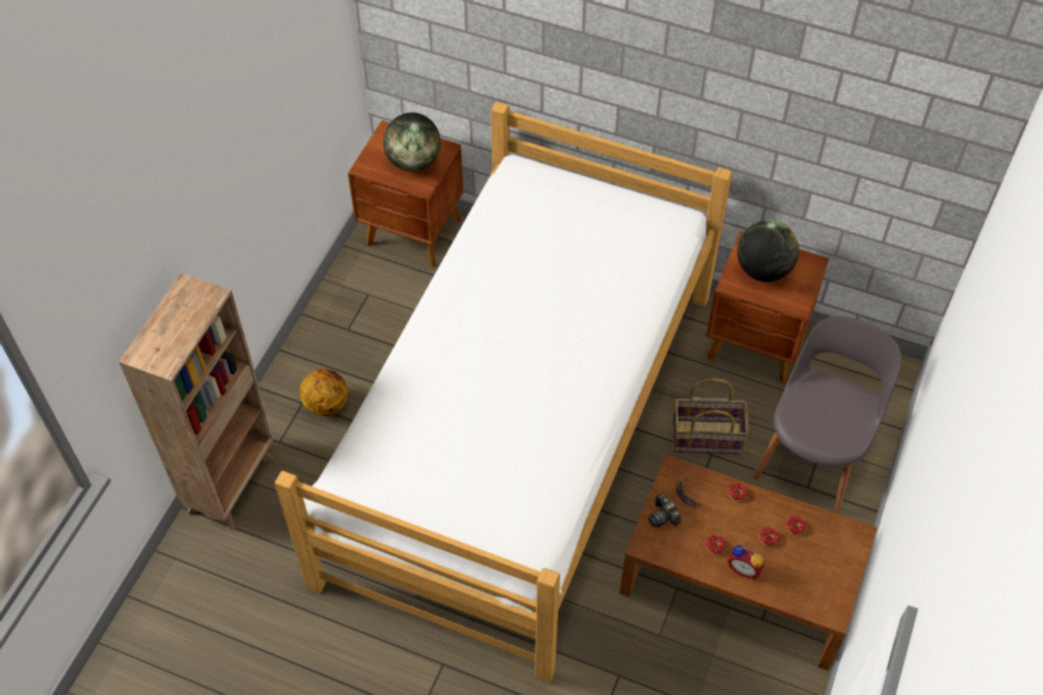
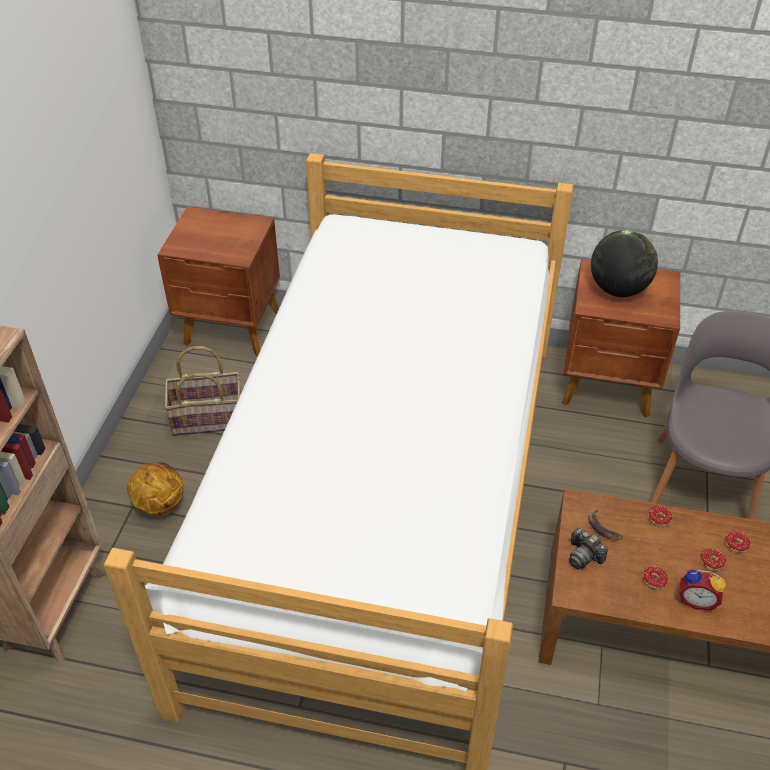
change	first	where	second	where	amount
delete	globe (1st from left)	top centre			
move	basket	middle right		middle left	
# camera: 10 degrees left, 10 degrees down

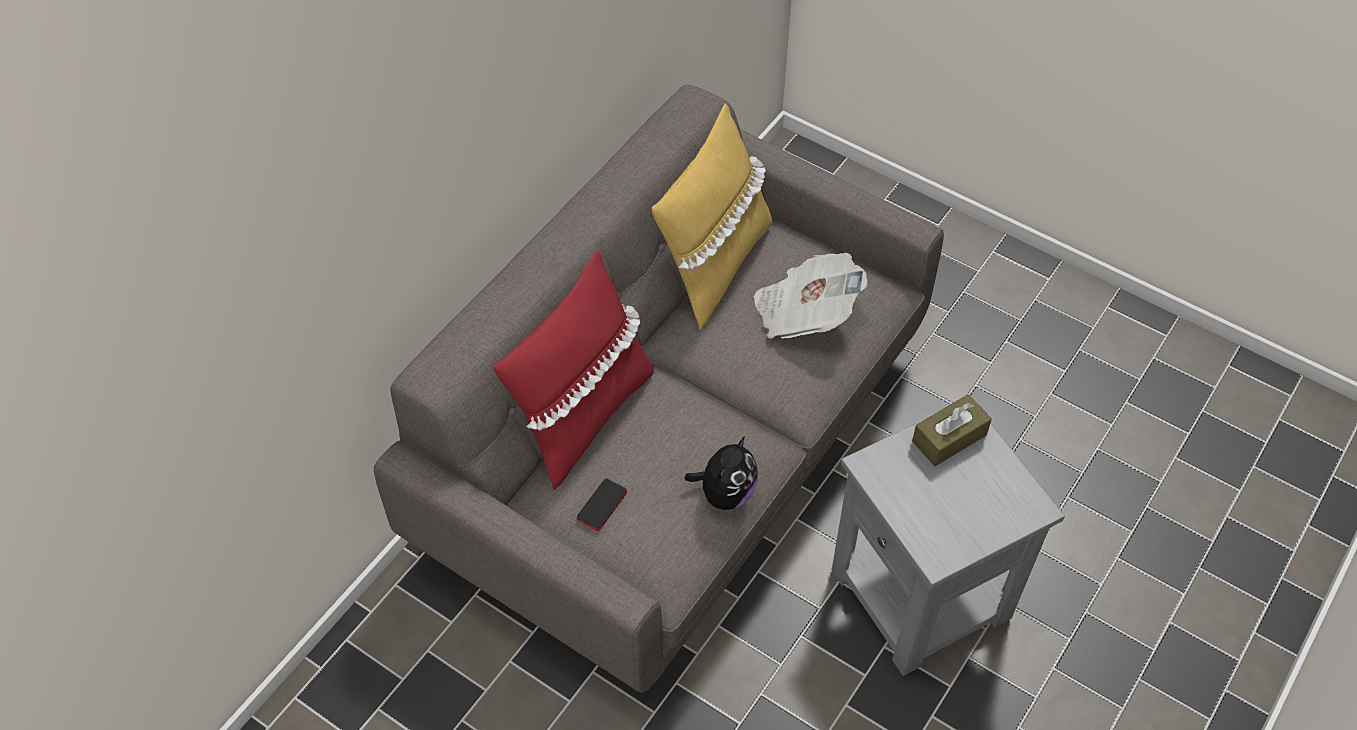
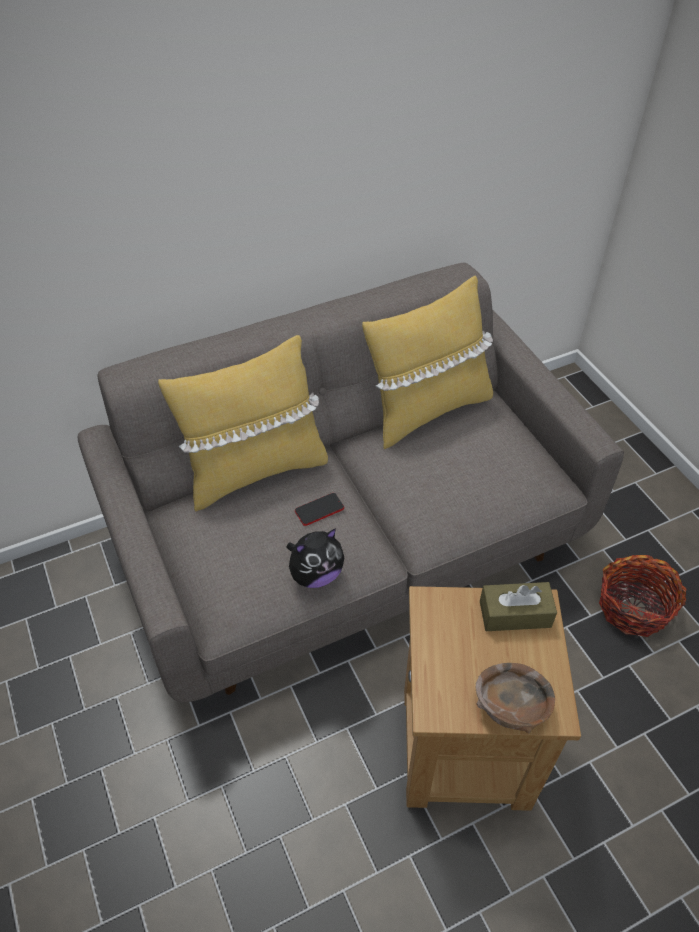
change	first	where	second	where	amount
recolor	red pillow	centre	yellow pillow (1st from left)	centre	
move	phone	bottom centre		centre	
delete	newspaper	centre			
recolor	grey side table	bottom right	brown side table	bottom right	
insert			brown bowl	bottom right	
insert			basket	middle right	
# camera: 30 degrees right, 5 degrees down

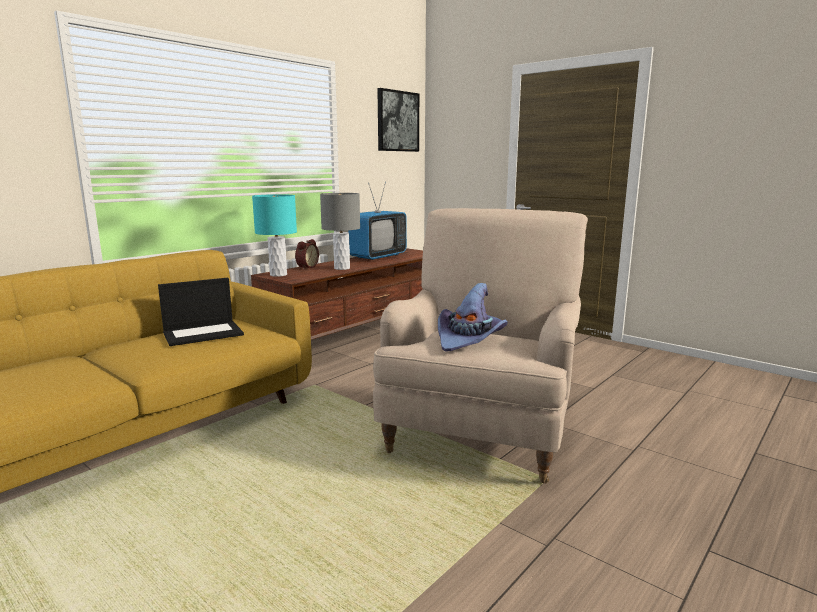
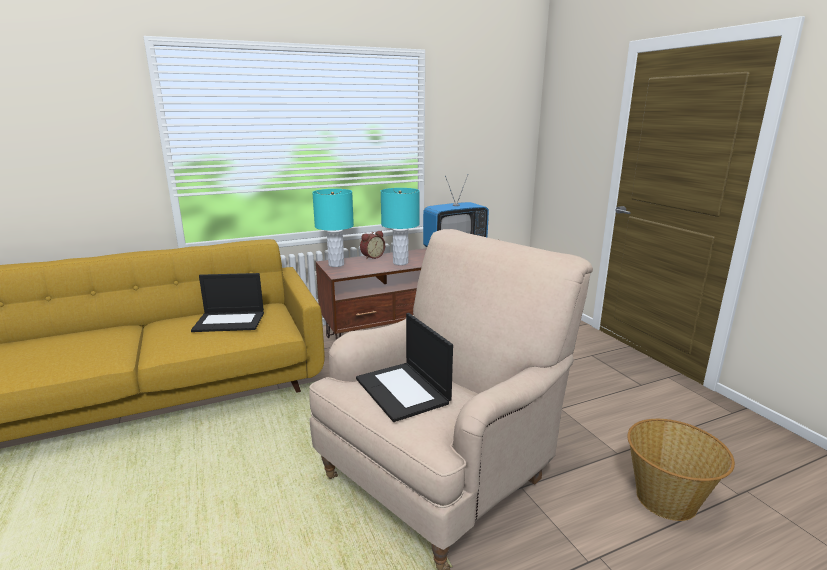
change	first	where	second	where	amount
recolor	grey table lamp	centre	turquoise table lamp (2nd from left)	centre	
delete	picture	top centre			
replace	purple hat	centre	laptop (2nd from left)	centre	
insert			basket	bottom right	
# camera: 25 degrees right, 5 degrees up

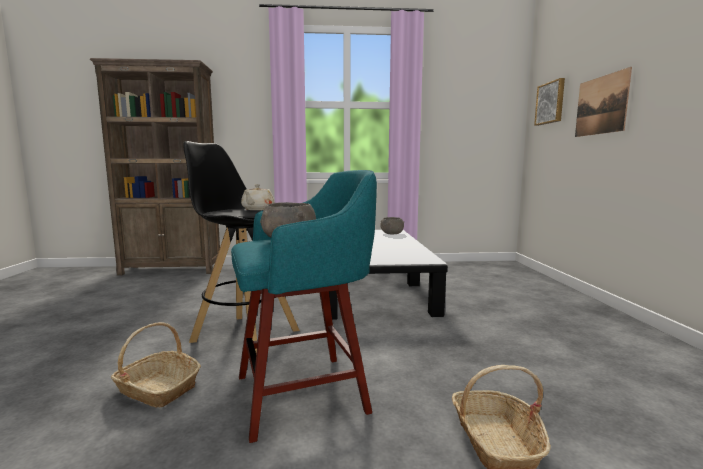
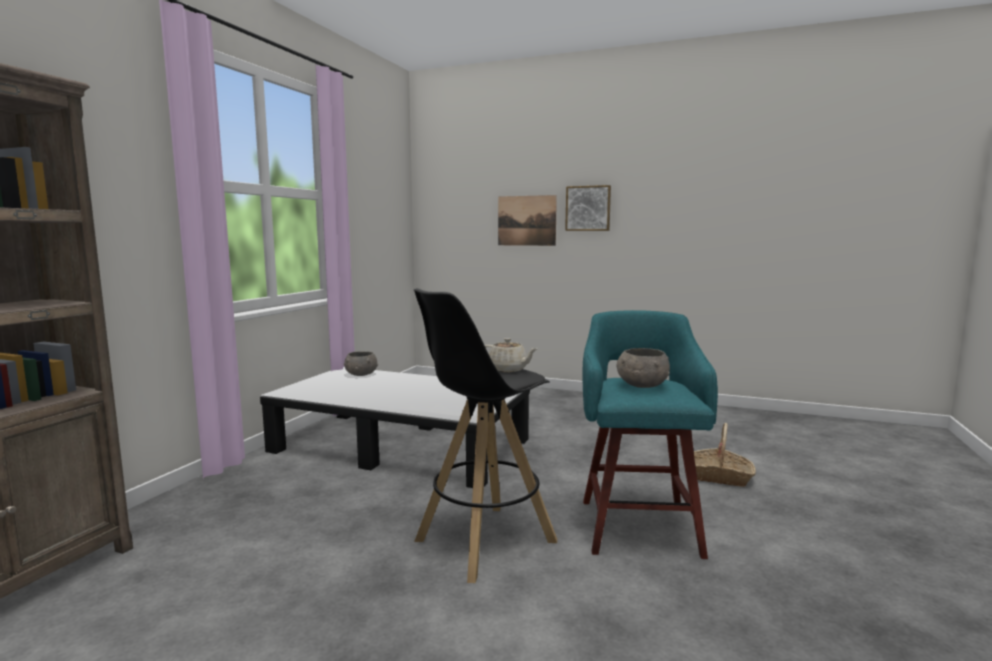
change	first	where	second	where	amount
delete	basket (1st from left)	bottom left			
move	picture (1st from left in the first image)	top right	picture (2nd from left)	top centre	
# camera: 65 degrees left, 0 degrees up

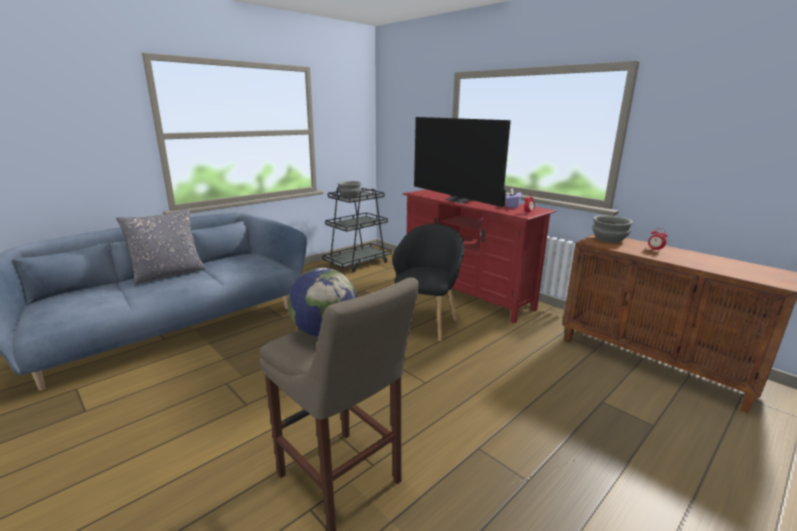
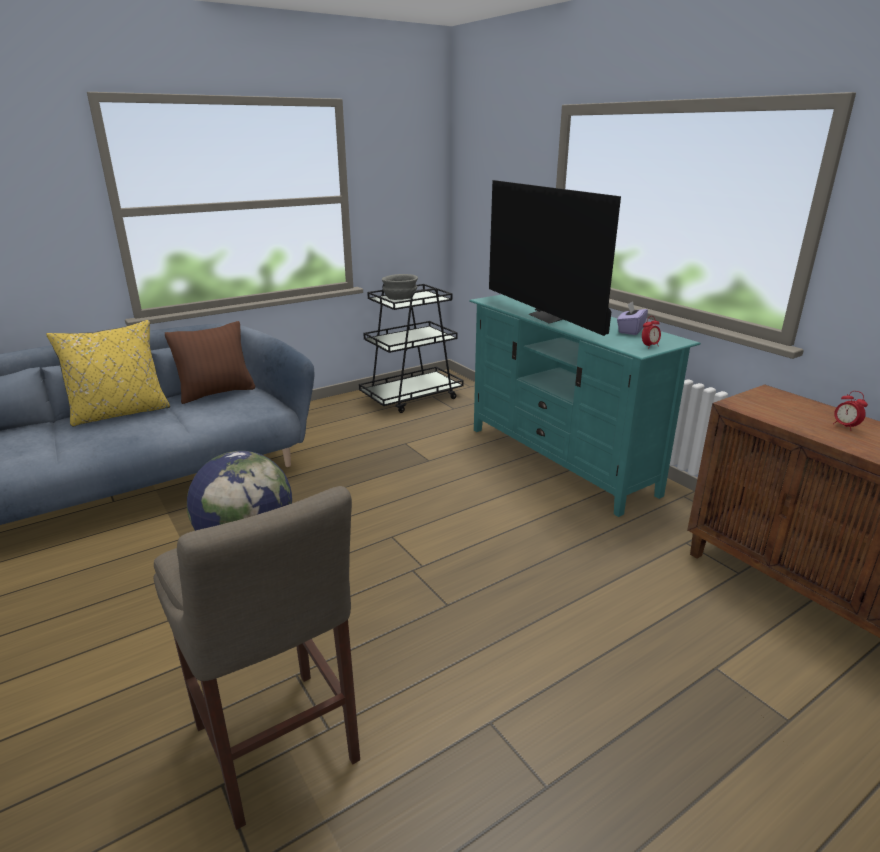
change	first	where	second	where	amount
recolor	grey pillow	middle left	yellow pillow	middle left	
delete	black armchair	centre			
recolor	red tv stand	centre	turquoise tv stand	centre	
delete	grey bowl (2nd from left)	middle right			
insert			brown pillow	middle left	
# camera: 10 degrees right, 5 degrees up

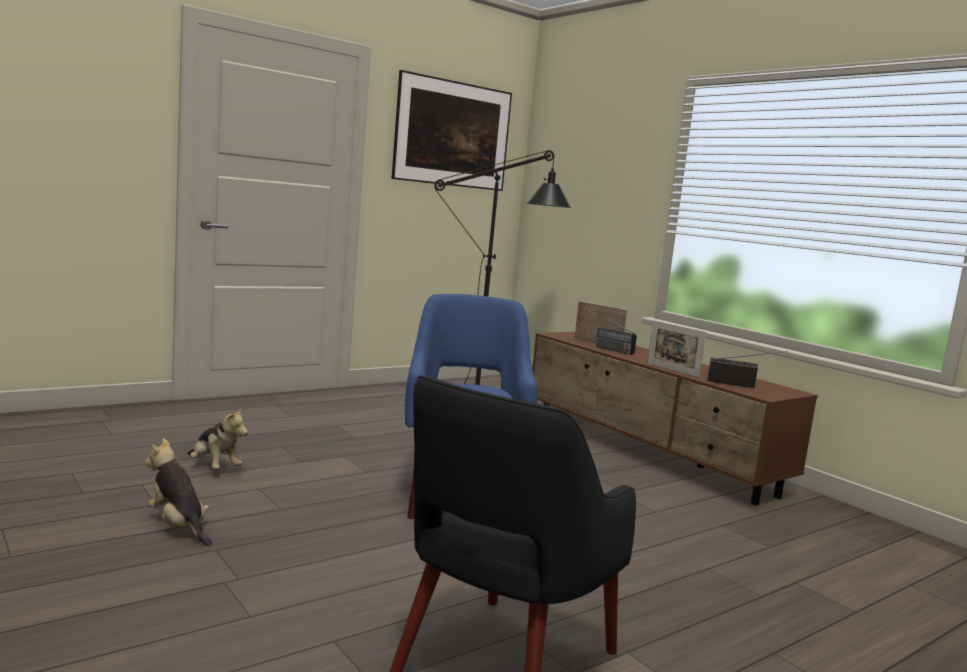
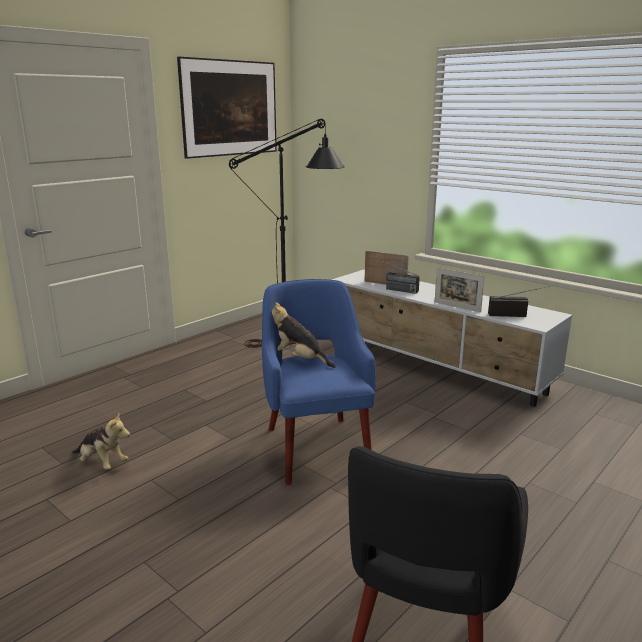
change	first	where	second	where	amount
move	plush toy (1st from left in the first image)	bottom left	plush toy (2nd from left)	centre	
recolor	brown tv stand	middle right	white tv stand	middle right	
# camera: 10 degrees left, 10 degrees up

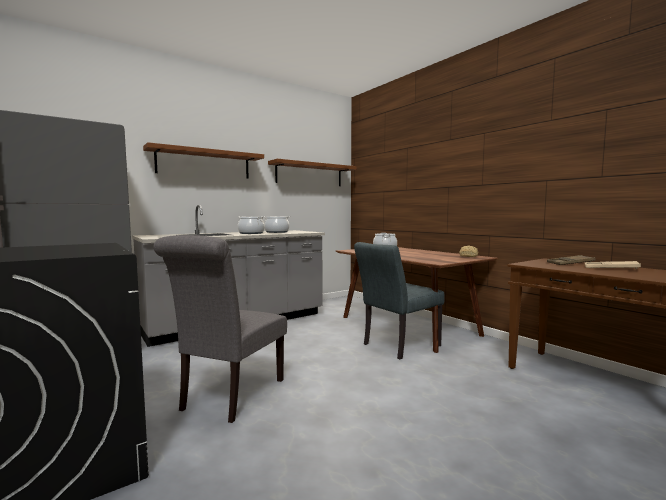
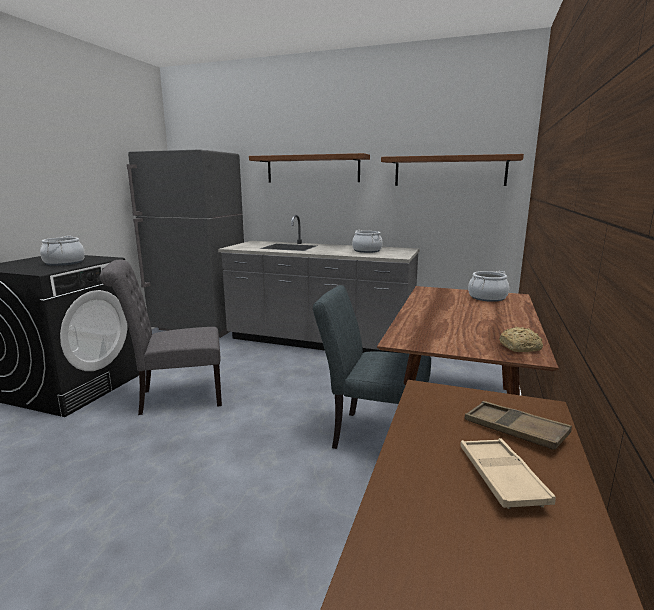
change	first	where	second	where	amount
move	cooking pot (1st from left)	centre		middle left	
# camera: 55 degrees right, 10 degrees up

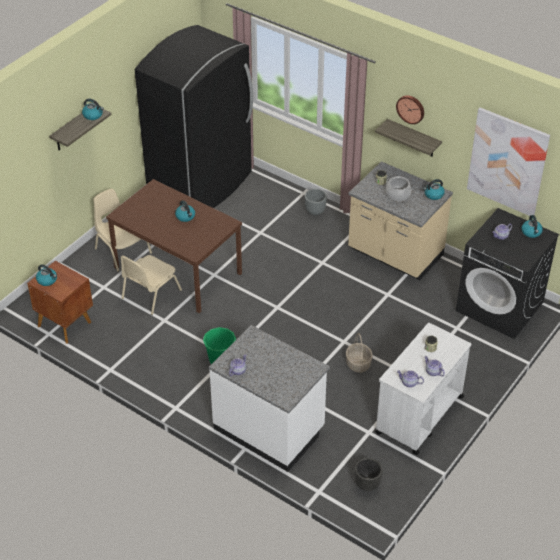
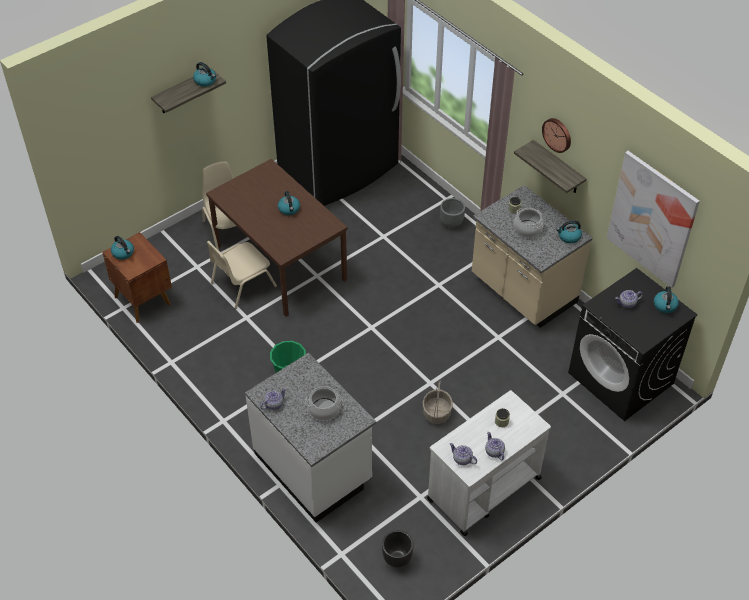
change	first	where	second	where	amount
insert			cooking pot (1st from left)	bottom centre	
# camera: 15 degrees right, 5 degrees up

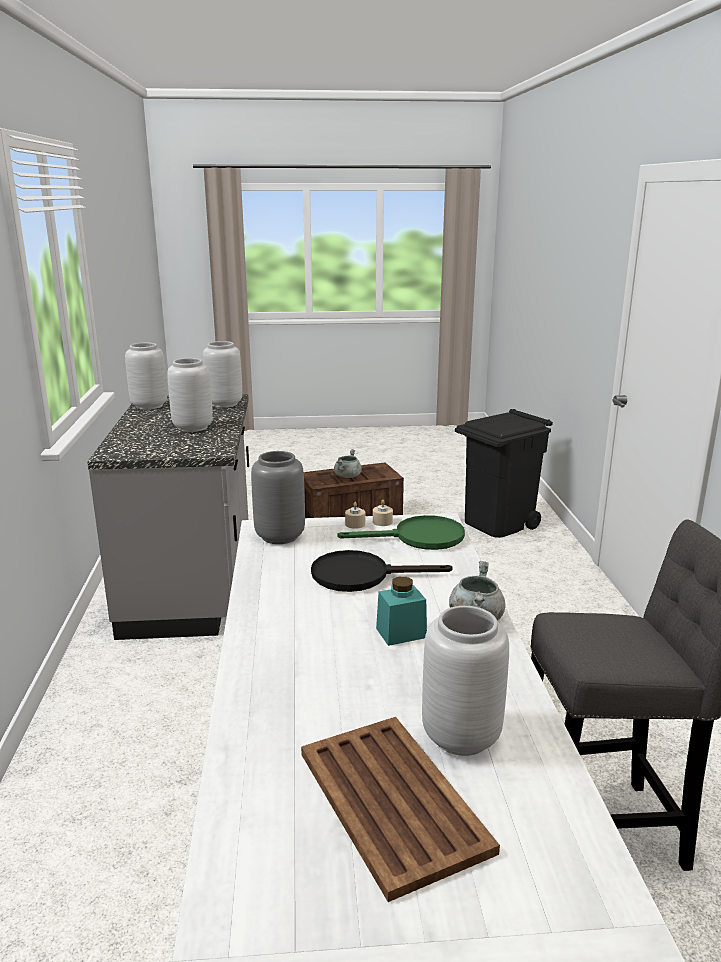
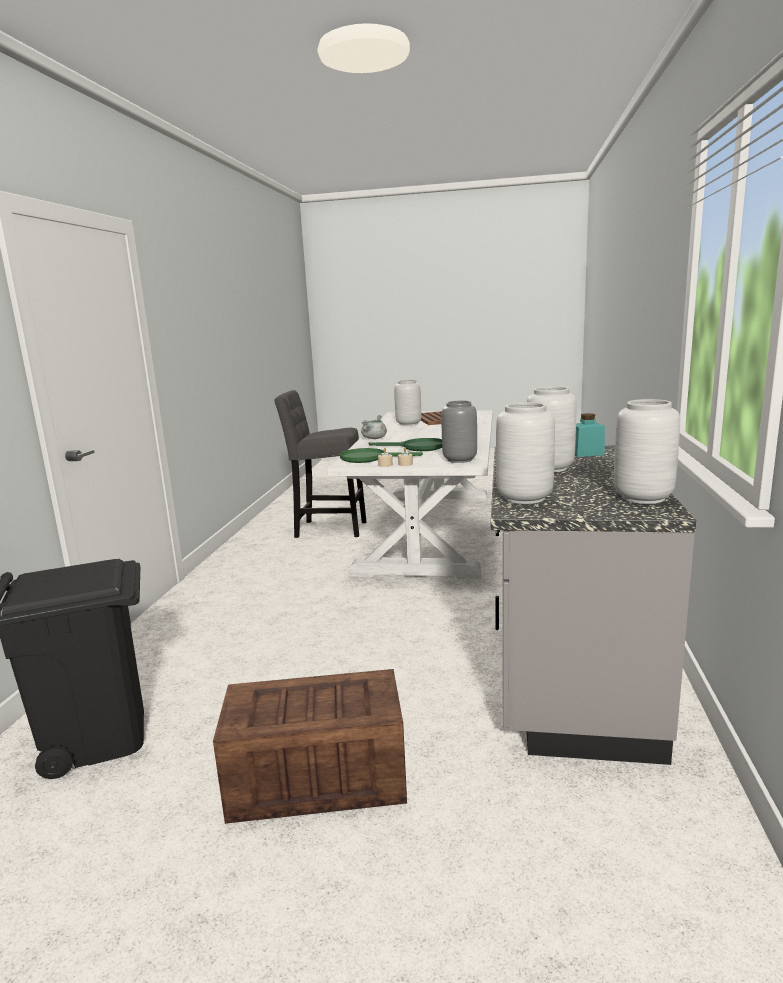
change	first	where	second	where	amount
recolor	black frying pan	centre	green frying pan (2nd from left)	centre	
delete	grey cooking pot (1st from left)	centre			
move	turquoise jar	centre		middle right	
# camera: 165 degrees left, 5 degrees down

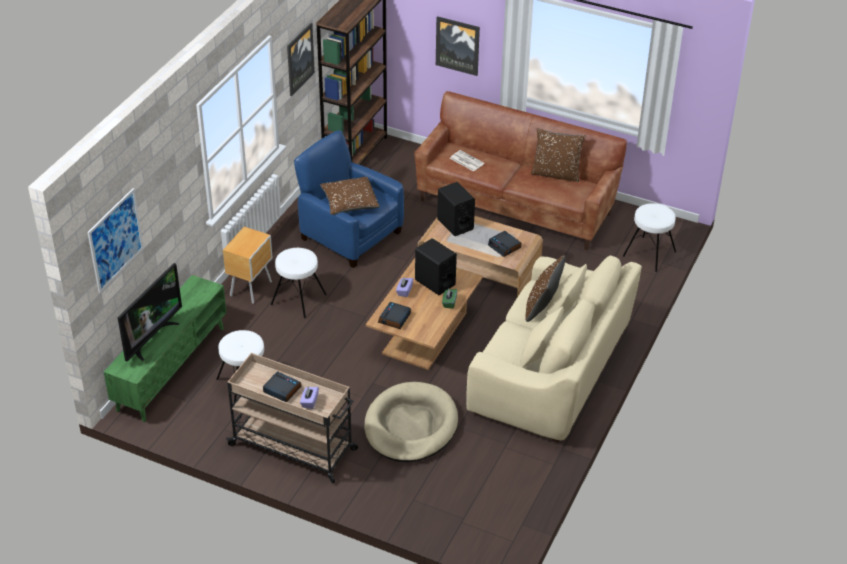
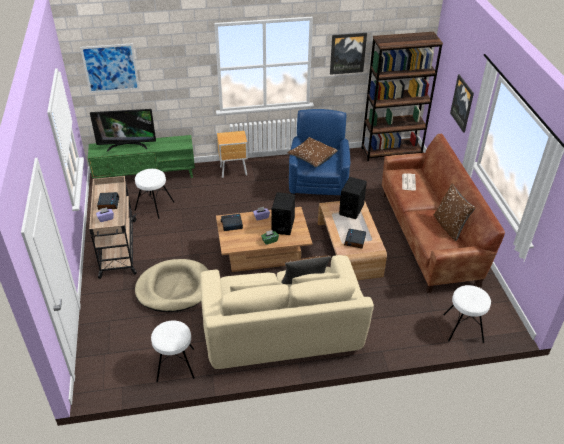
change	first	where	second	where	amount
move	white stool (2nd from left)	centre		bottom left	
# camera: 55 degrees right, 0 degrees up

